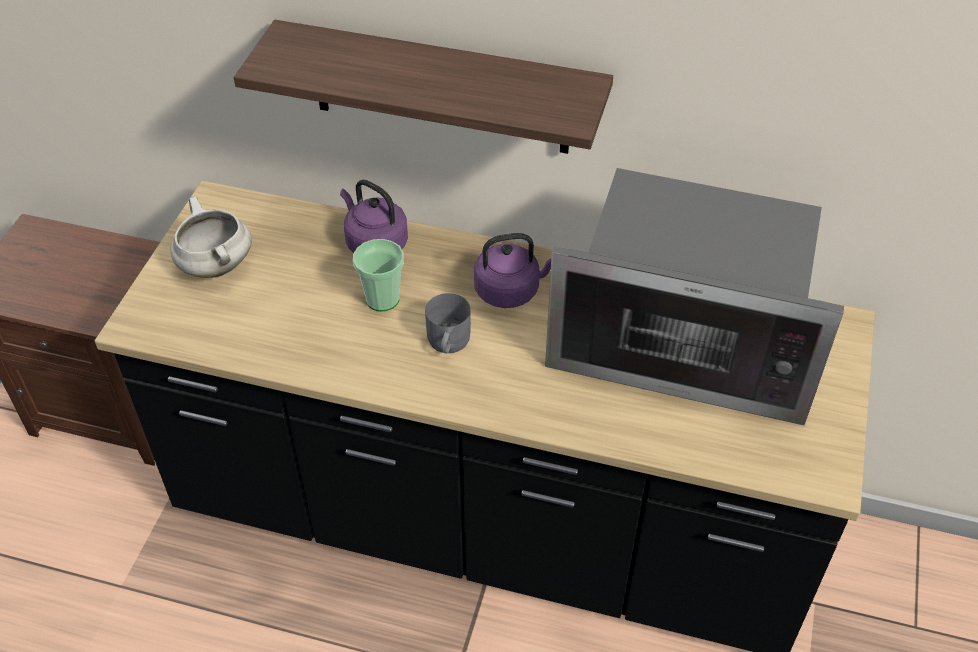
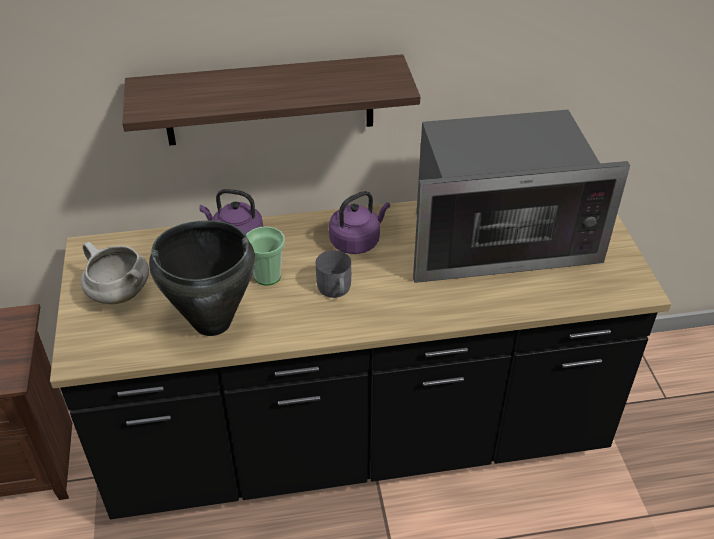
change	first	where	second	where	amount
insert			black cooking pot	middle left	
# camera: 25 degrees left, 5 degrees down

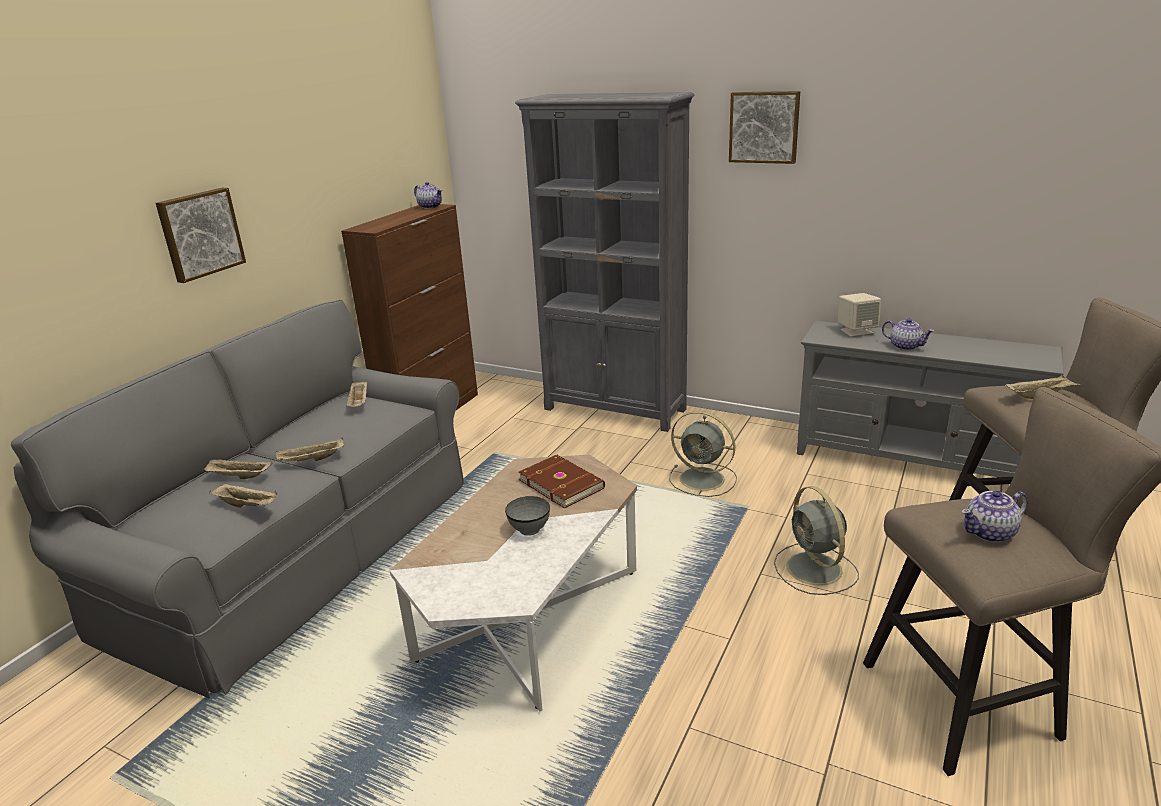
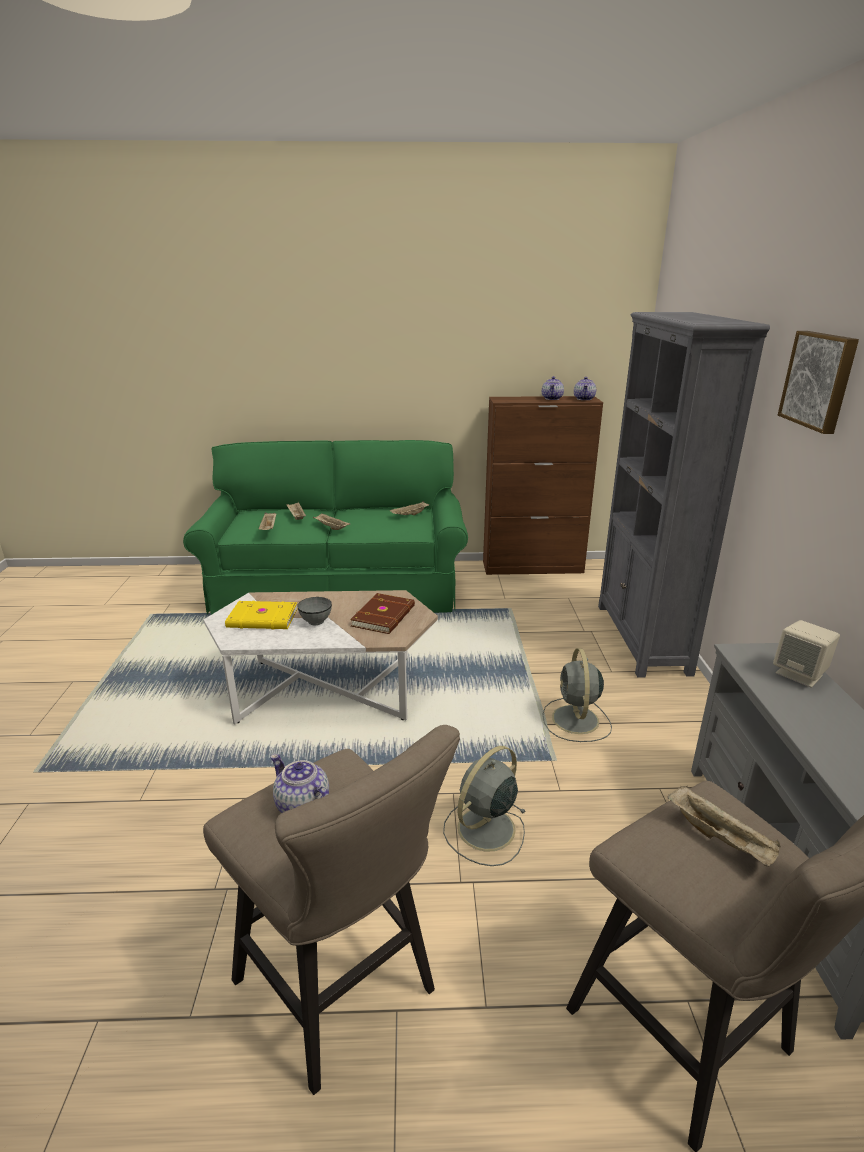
change	first	where	second	where	amount
recolor	grey sofa	middle left	green sofa	centre	
delete	picture (1st from left)	top left			
move	teapot (2nd from left)	middle right		centre	
insert			yellow book	middle left	
# camera: 60 degrees right, 0 degrees up

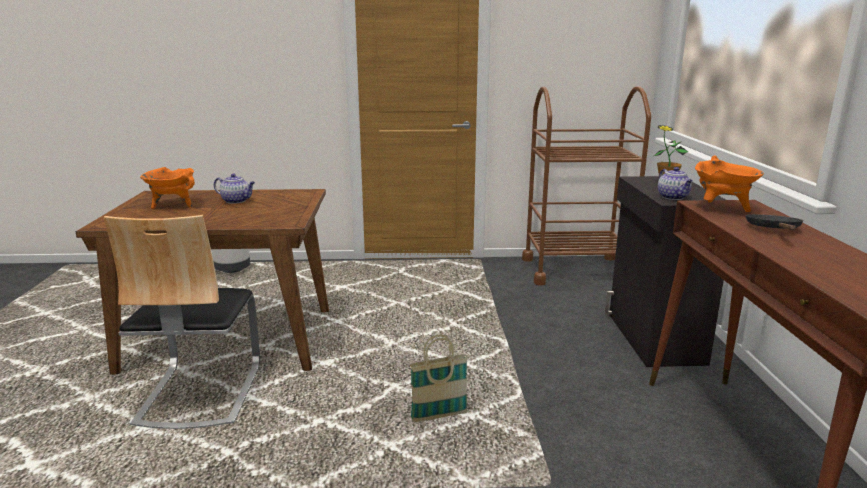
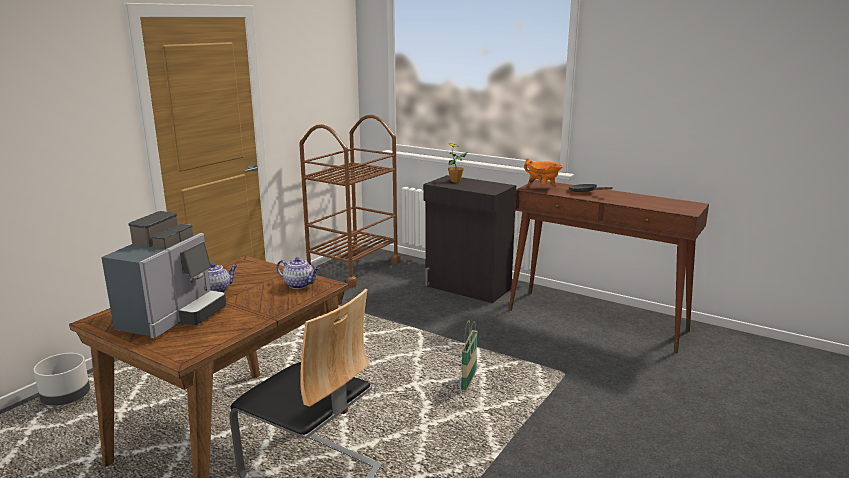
change	first	where	second	where	amount
replace	orange cooking pot (1st from left)	middle left	coffee machine	middle left	
move	teapot (2nd from left)	middle right		centre	
# camera: 55 degrees left, 0 degrees up

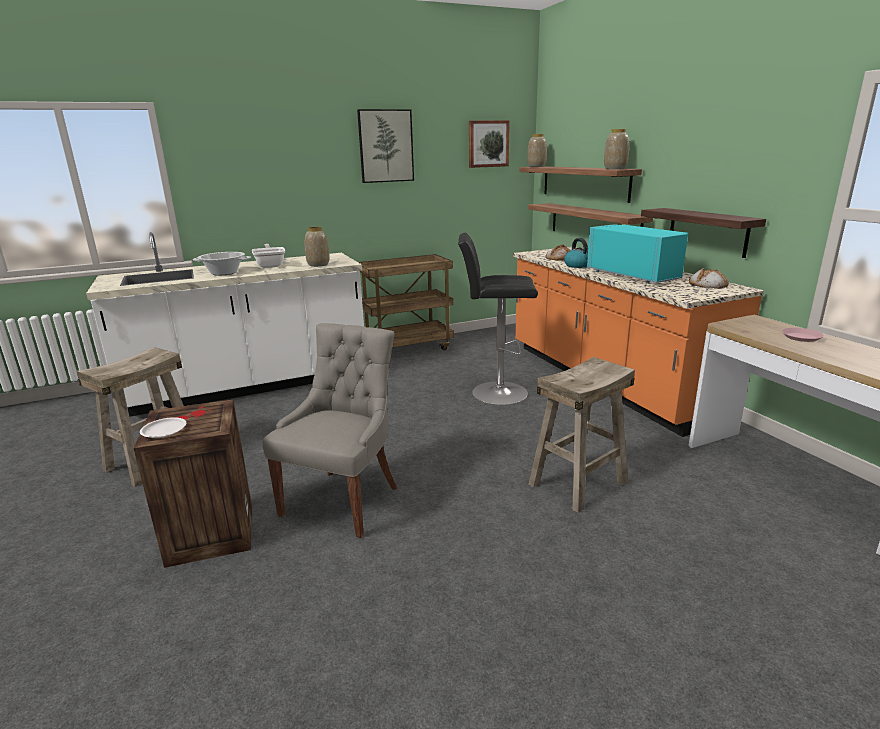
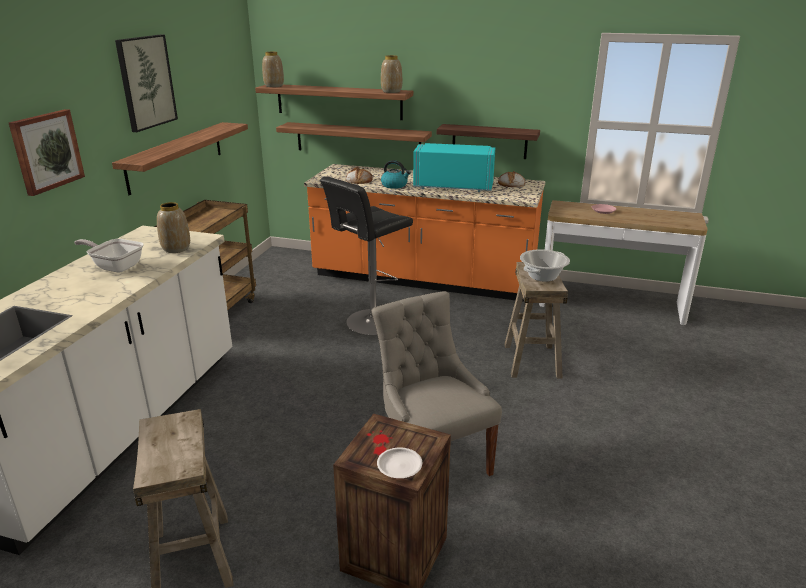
change	first	where	second	where	amount
move	cooking pot	middle left		middle right	
move	picture (2nd from left in the first image)	top centre	picture (1st from left)	top left	
insert			shelf (1st from left)	top left	
# camera: 50 degrees left, 5 degrees up

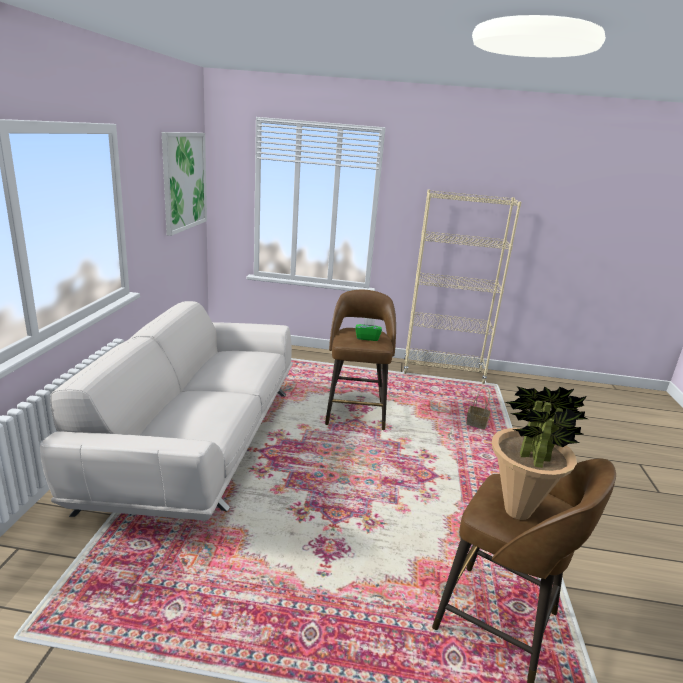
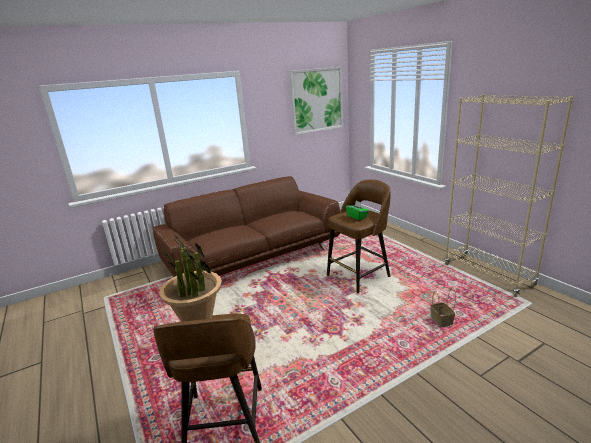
change	first	where	second	where	amount
recolor	white sofa	middle left	brown sofa	centre	
# camera: 55 degrees right, 0 degrees up

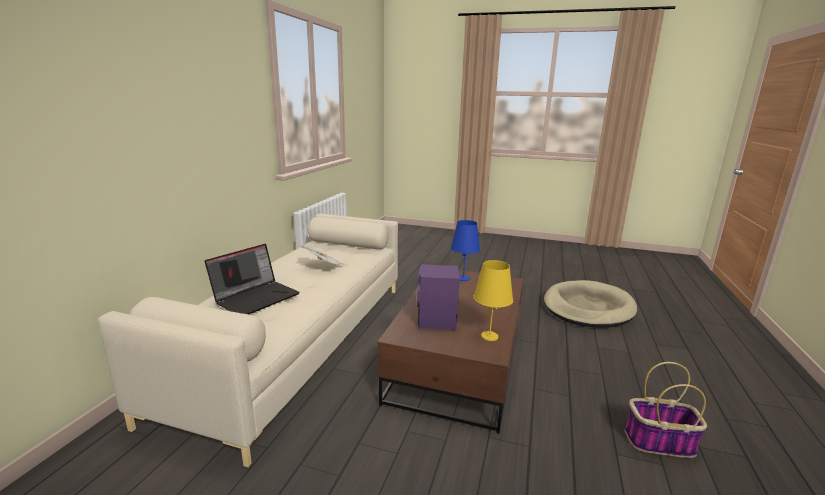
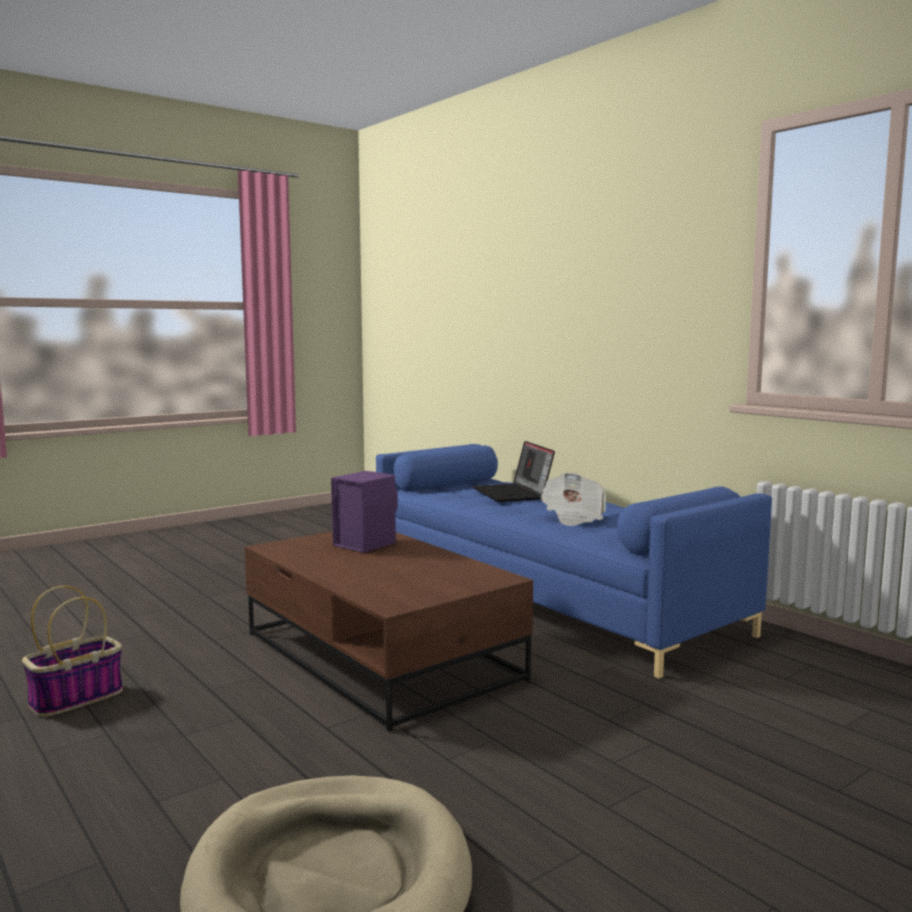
change	first	where	second	where	amount
recolor	beige sofa	bottom left	blue sofa	centre	
delete	blue table lamp	centre			
delete	yellow table lamp	centre			
# camera: 125 degrees right, 10 degrees down

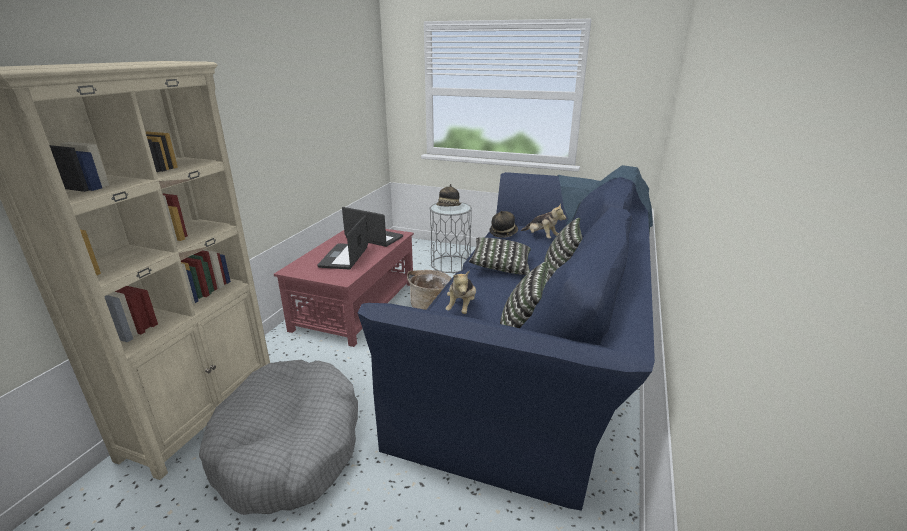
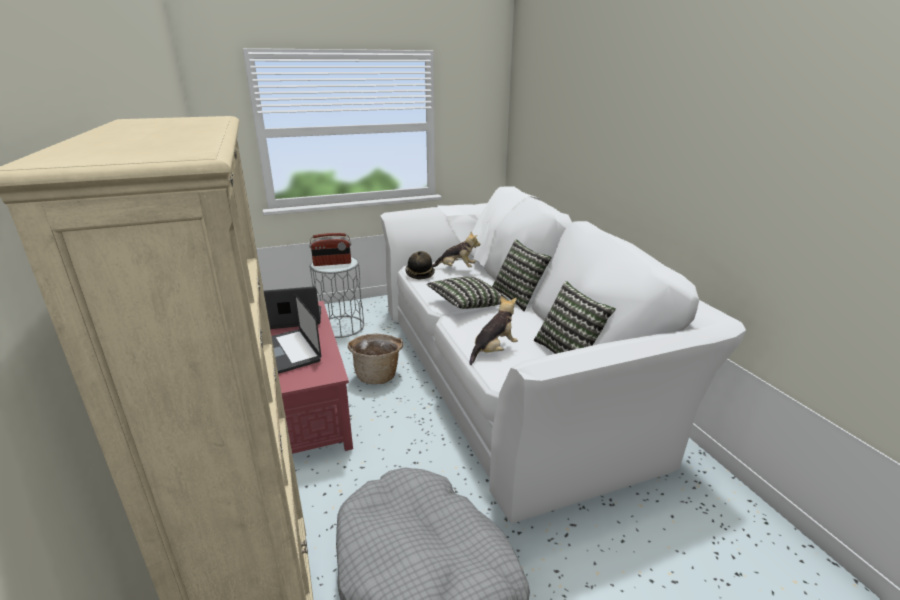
change	first	where	second	where	amount
recolor	blue sofa	centre	white sofa	centre	
replace	hat (1st from left)	centre	radio	centre	
rotate	plush toy (1st from left in the first image)	centre	plush toy (2nd from left)	centre	105 degrees counterclockwise
# camera: 40 degrees left, 0 degrees up

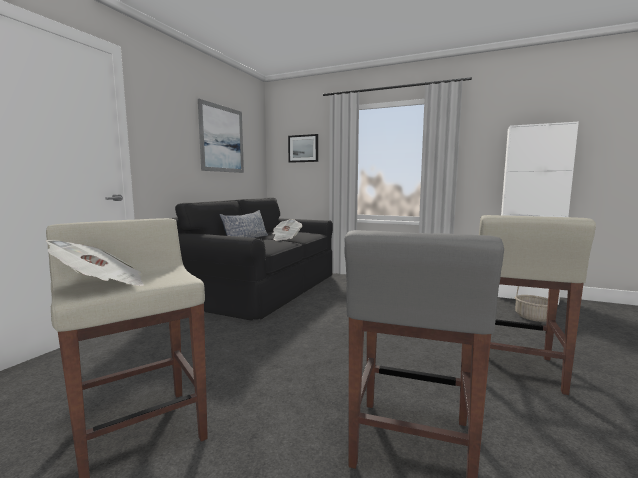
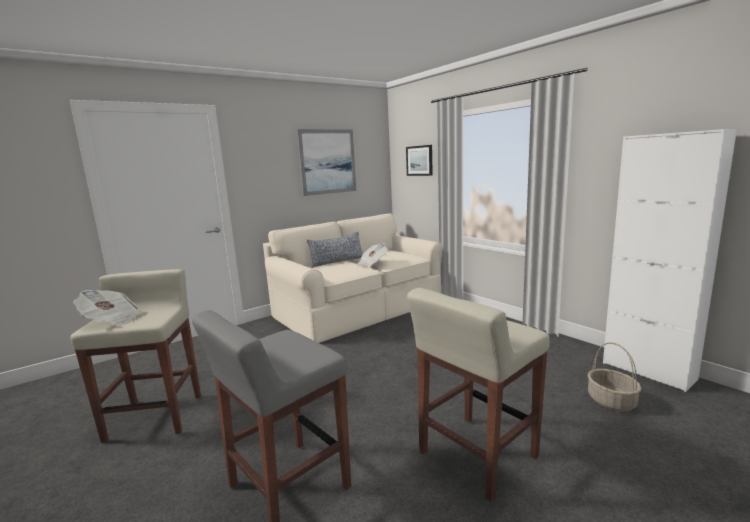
change	first	where	second	where	amount
recolor	black sofa	centre	beige sofa	centre	
# camera: 30 degrees right, 5 degrees up

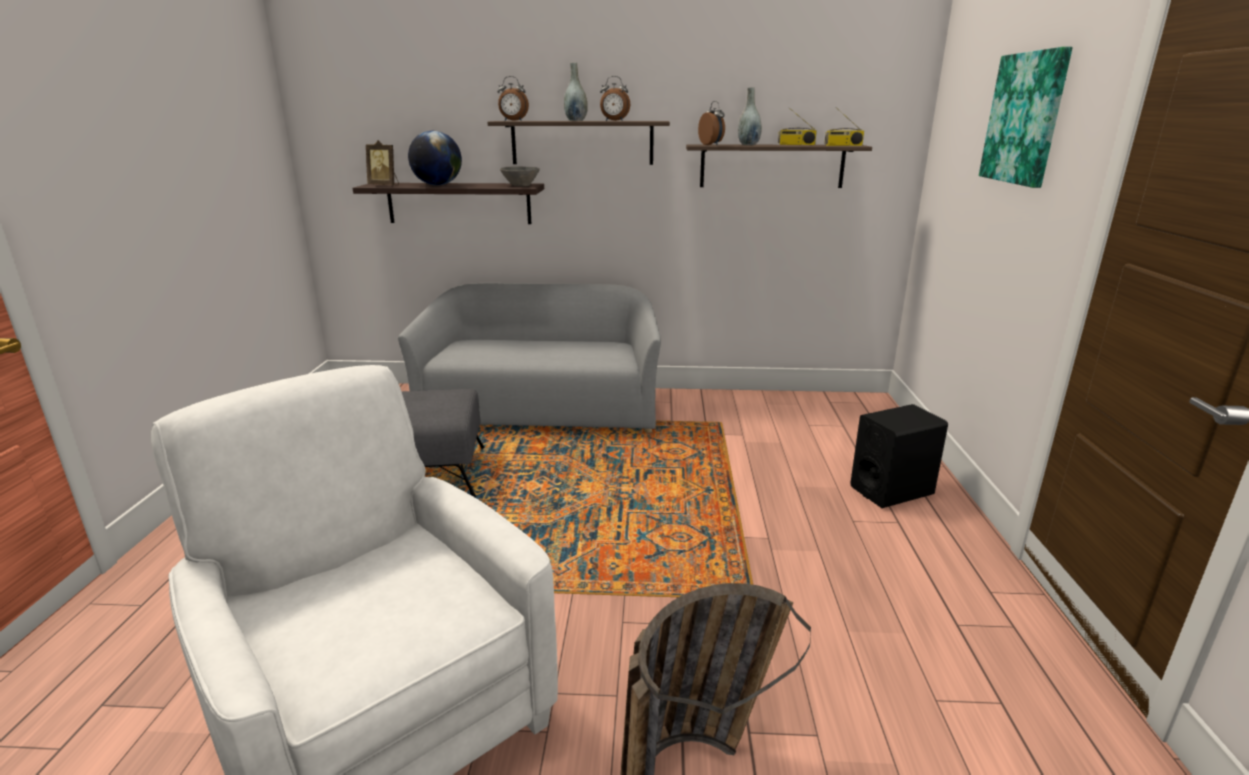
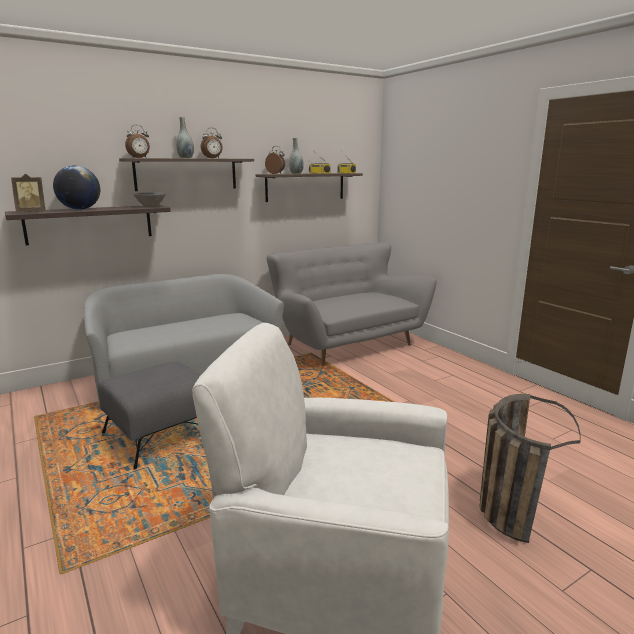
change	first	where	second	where	amount
delete	black speaker	middle right			
delete	picture	top right			
insert			grey sofa (2nd from left)	centre	
# camera: 35 degrees left, 5 degrees down

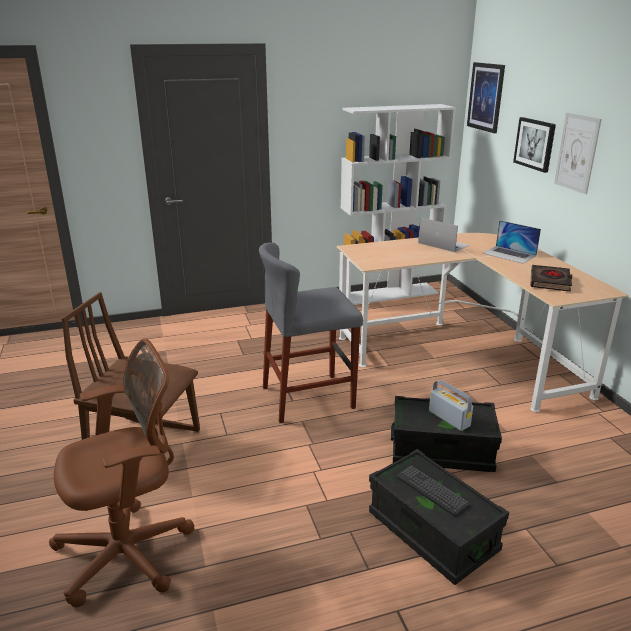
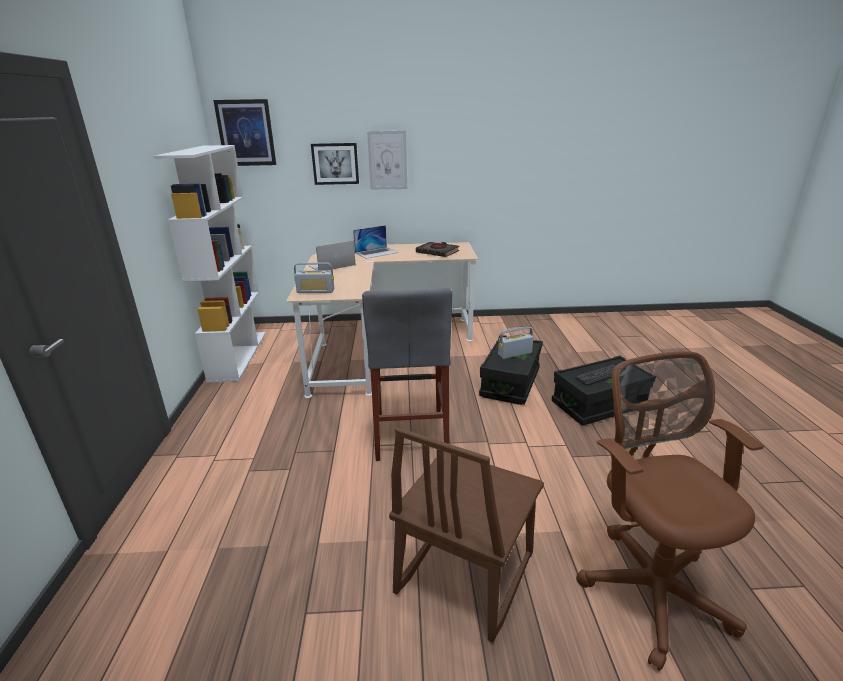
change	first	where	second	where	amount
insert			radio (1st from left)	centre	
# camera: 75 degrees left, 0 degrees up

